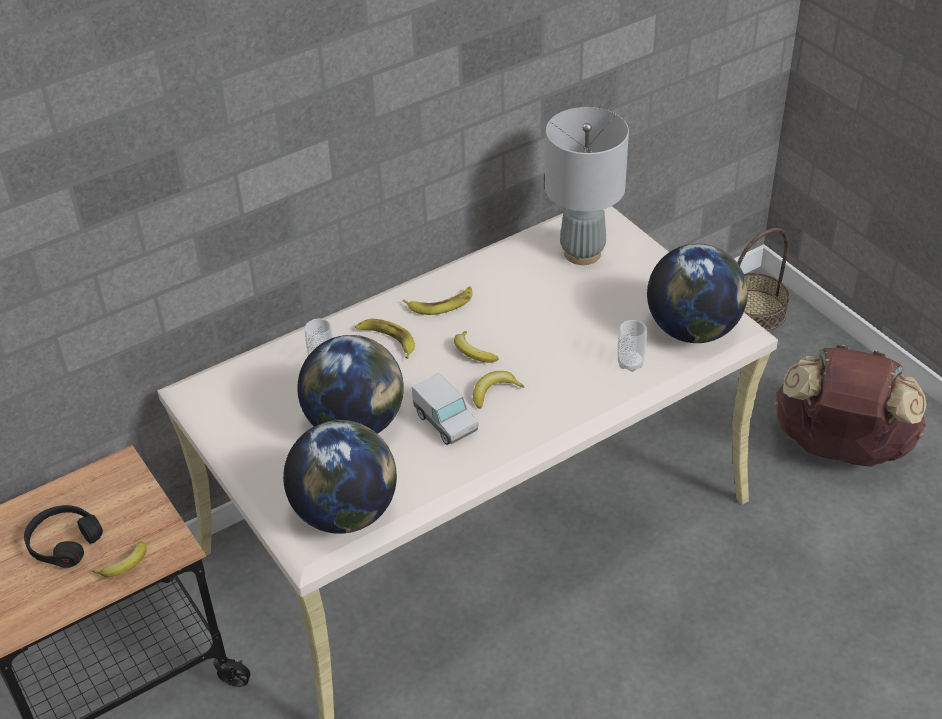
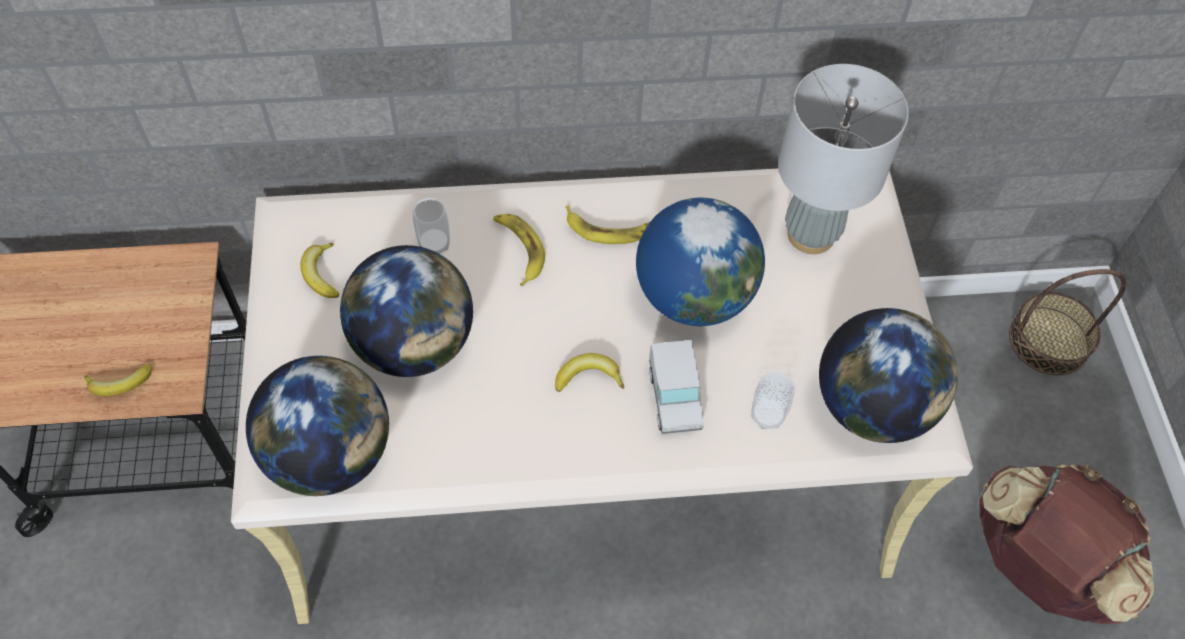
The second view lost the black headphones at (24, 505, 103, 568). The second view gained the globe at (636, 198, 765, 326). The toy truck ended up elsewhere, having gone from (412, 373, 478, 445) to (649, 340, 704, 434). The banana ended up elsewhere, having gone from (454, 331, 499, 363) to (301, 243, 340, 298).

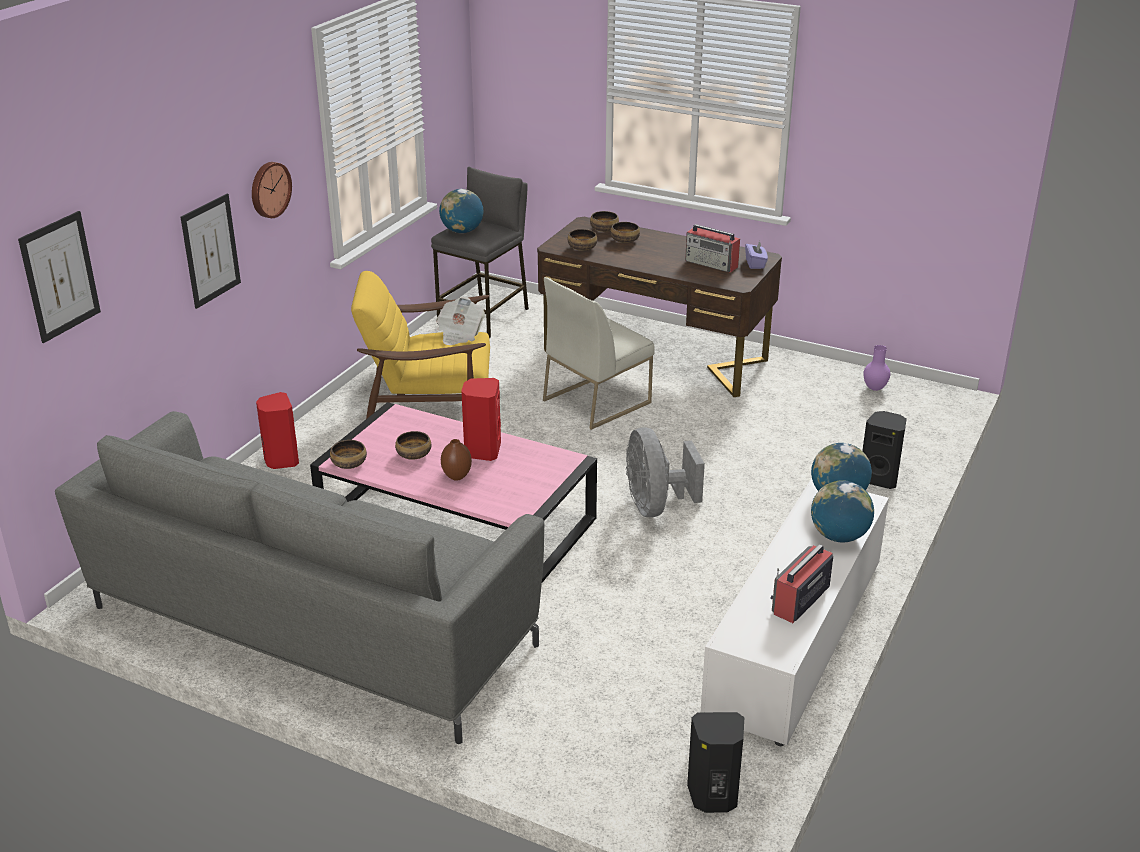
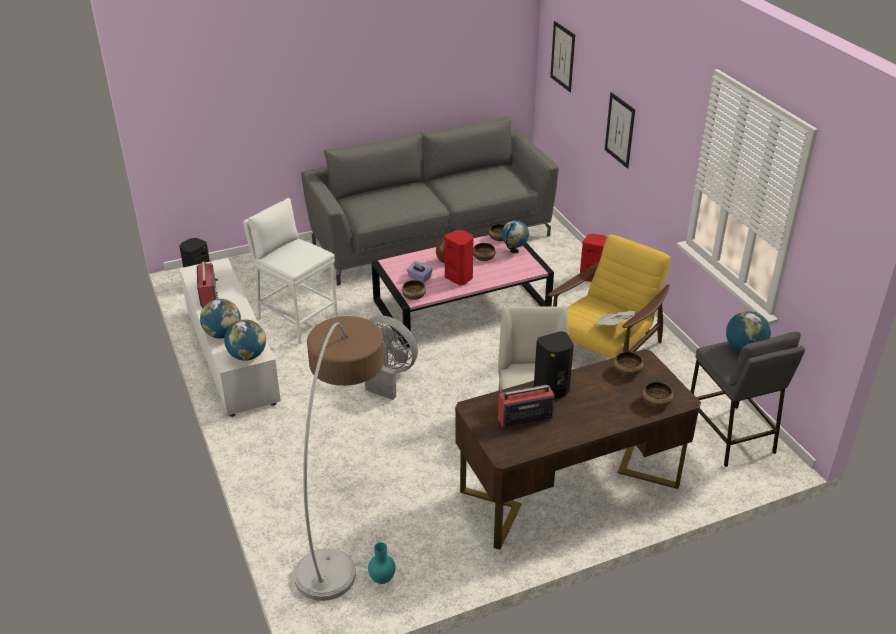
The second view lost the wall clock at (252, 162, 292, 218). The second view gained the white stool at (243, 198, 338, 344). The second view gained the floor lamp at (294, 316, 384, 601). The second view gained the globe at (501, 220, 529, 253). The bowl ended up elsewhere, having gone from (610, 222, 640, 243) to (402, 280, 426, 300). The purple tissue box ended up elsewhere, having gone from (745, 241, 768, 269) to (407, 261, 433, 283). The black speaker ended up elsewhere, having gone from (862, 411, 907, 489) to (534, 331, 574, 399). What was the purple vase at (863, 345, 890, 391) turned into the turquoise vase at (368, 542, 395, 584).

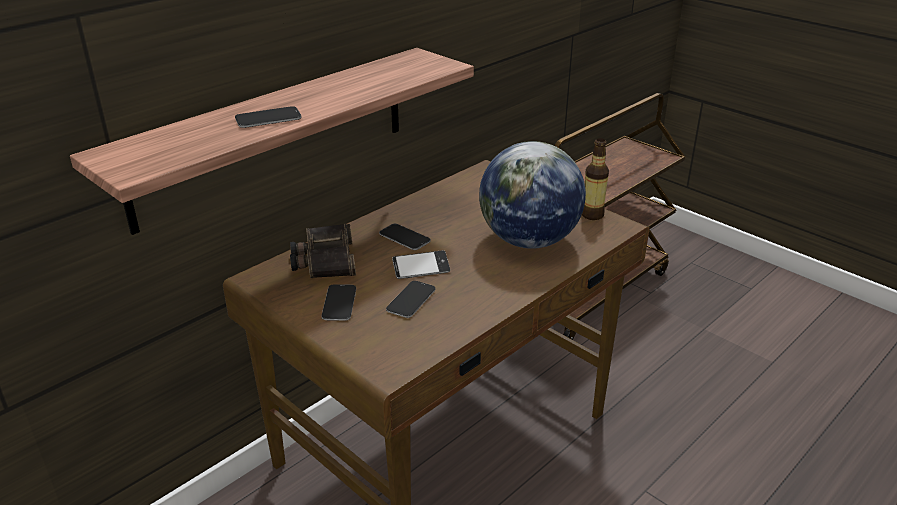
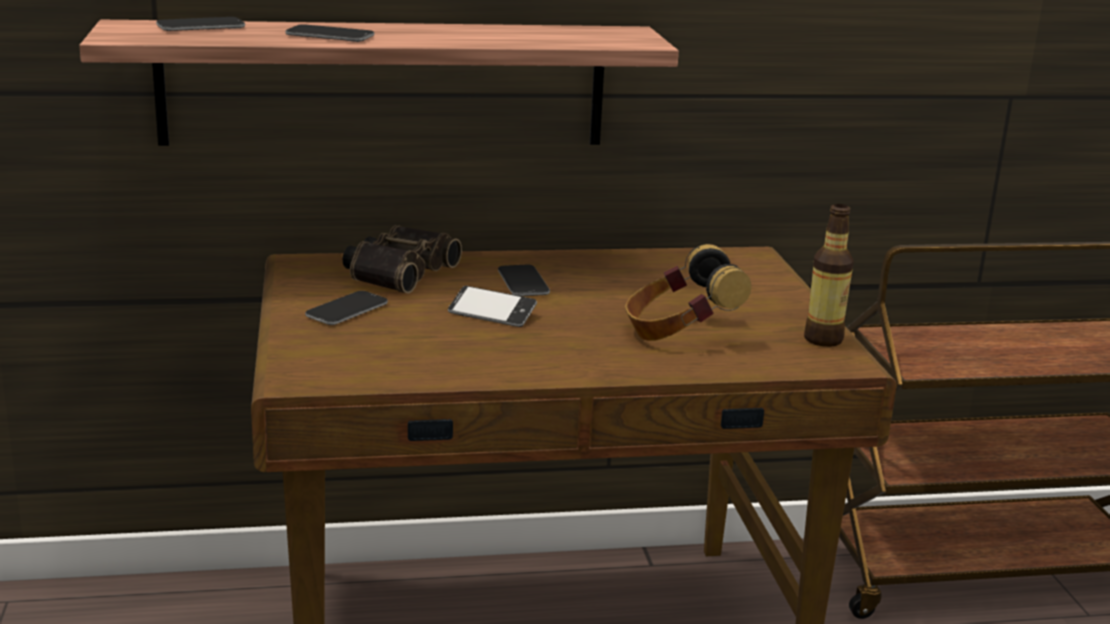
The phone ended up elsewhere, having gone from (386, 281, 436, 318) to (156, 17, 245, 31). Where the globe stood at (479, 141, 586, 249), the headphones came to stand at (625, 244, 751, 341).

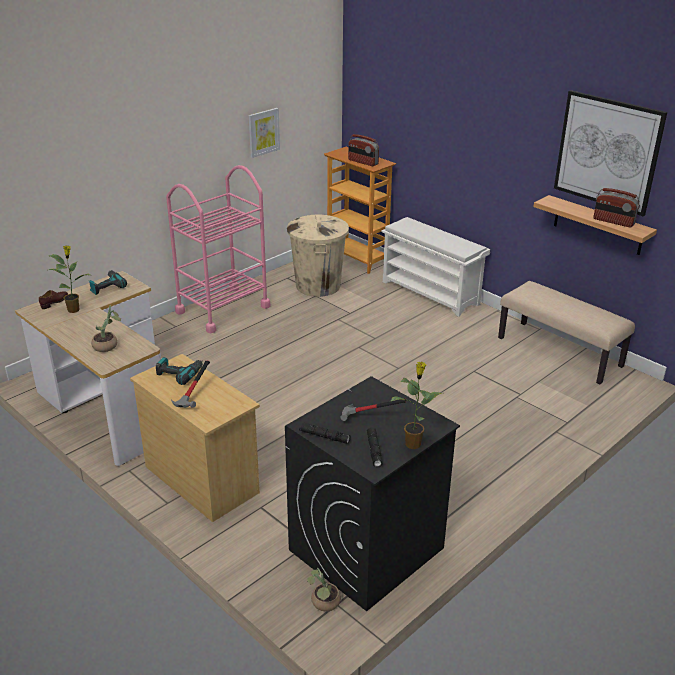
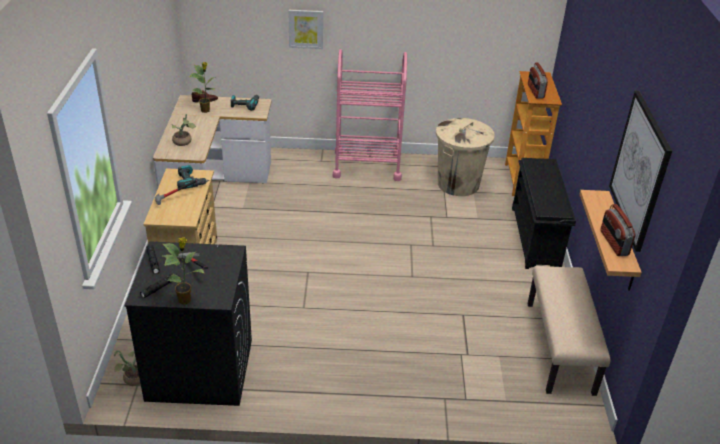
The picture ended up elsewhere, having gone from (248, 108, 280, 158) to (289, 10, 323, 49). What was the white shoe rack at (381, 217, 490, 317) turned into the black shoe rack at (512, 158, 576, 269).

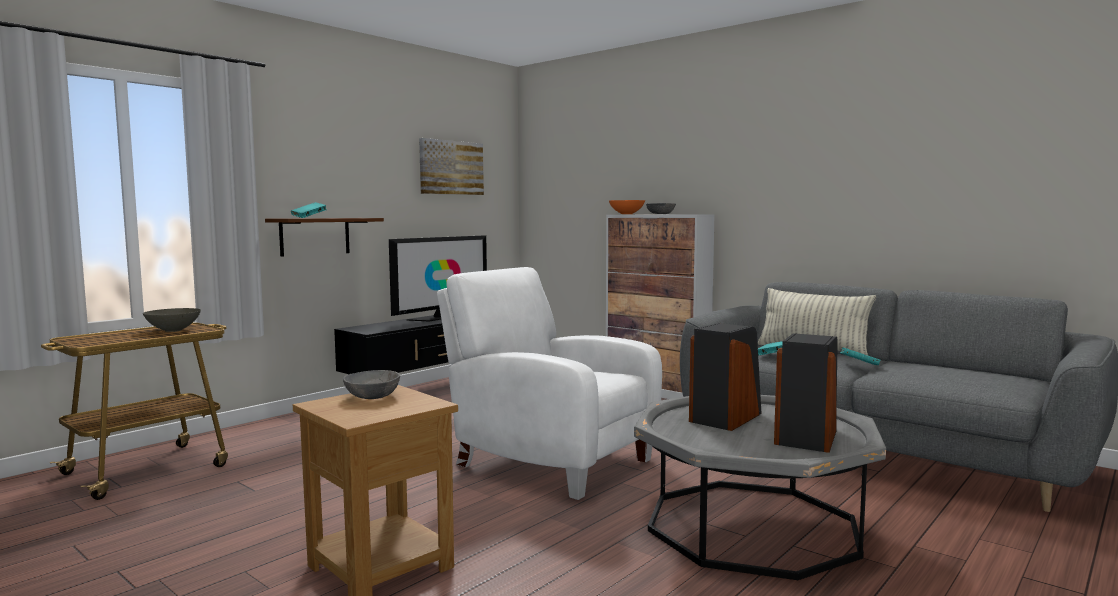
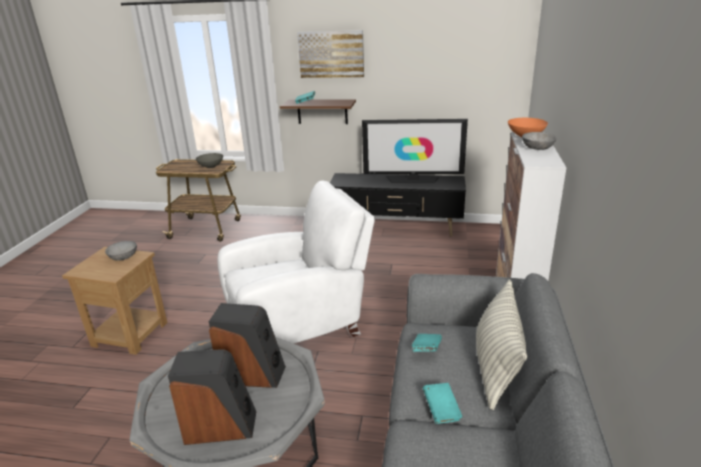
The picture ended up elsewhere, having gone from (419, 138, 484, 195) to (297, 30, 364, 78). The white armchair at (437, 267, 662, 500) ended up facing another way, 60 degrees clockwise from before.

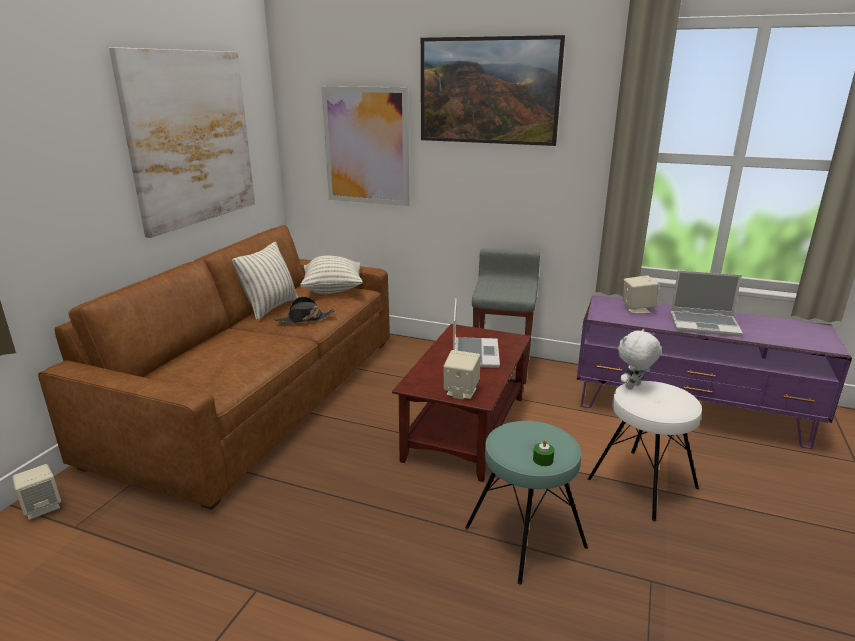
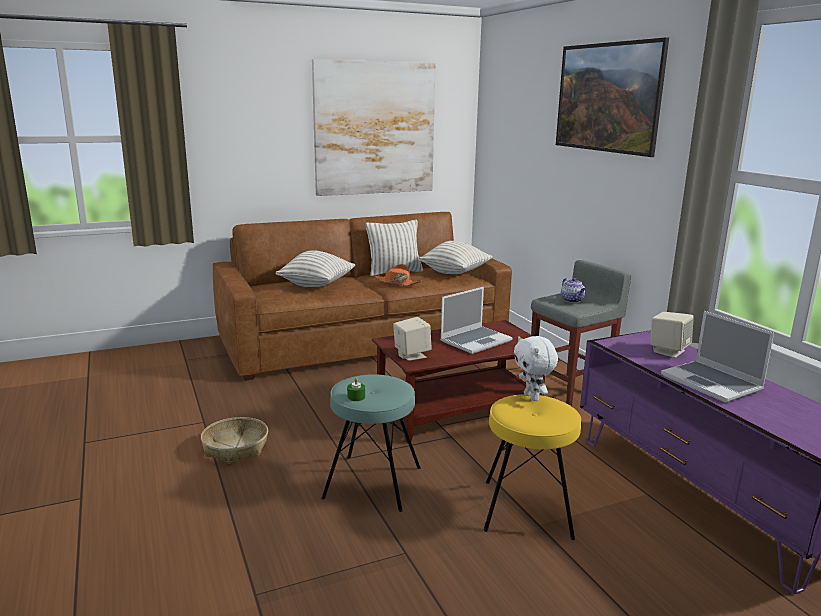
The second view lost the beige speaker at (12, 464, 61, 520). The second view lost the picture at (322, 86, 409, 206). The second view gained the basket at (201, 417, 268, 464). The second view gained the pillow at (276, 250, 355, 287). The second view gained the teapot at (561, 278, 586, 303). What was the black hat at (274, 296, 335, 323) turned into the orange hat at (375, 264, 421, 286). What was the white stool at (588, 381, 702, 521) turned into the yellow stool at (484, 394, 581, 540). The white plush toy at (618, 329, 661, 390) ended up facing another way, 120 degrees counterclockwise from before.

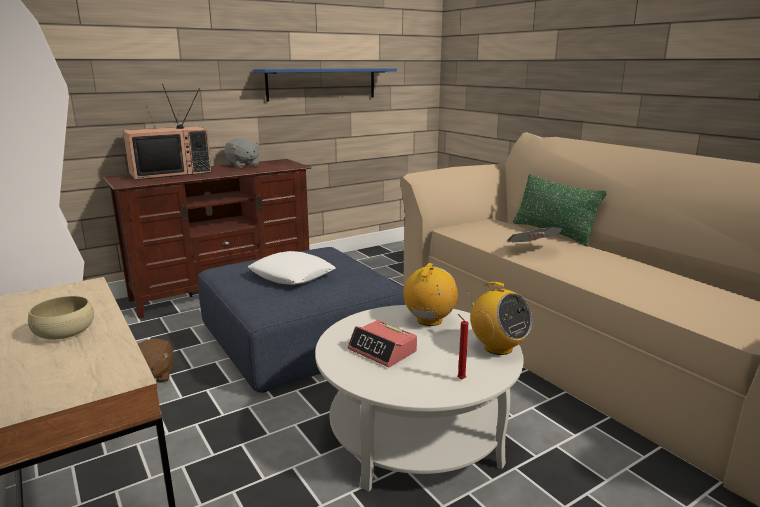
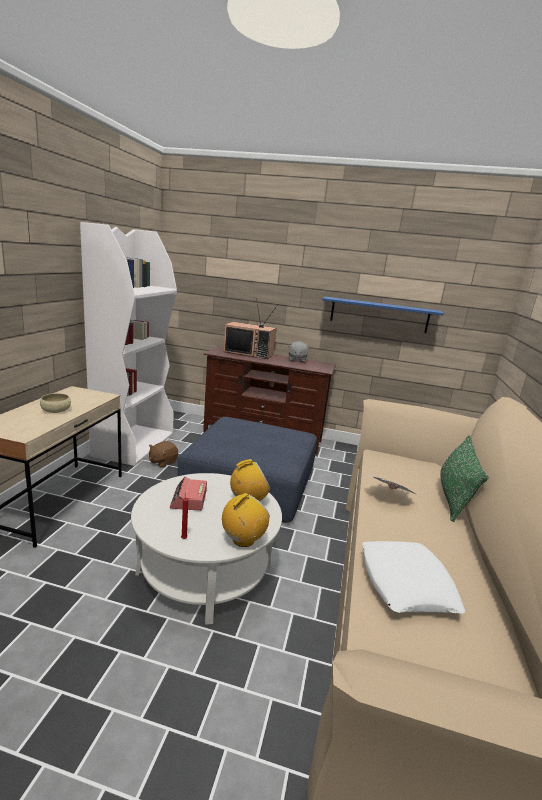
The white pillow ended up elsewhere, having gone from (248, 251, 335, 285) to (362, 541, 465, 614). The radio at (468, 282, 533, 355) ended up facing another way, 150 degrees counterclockwise from before.

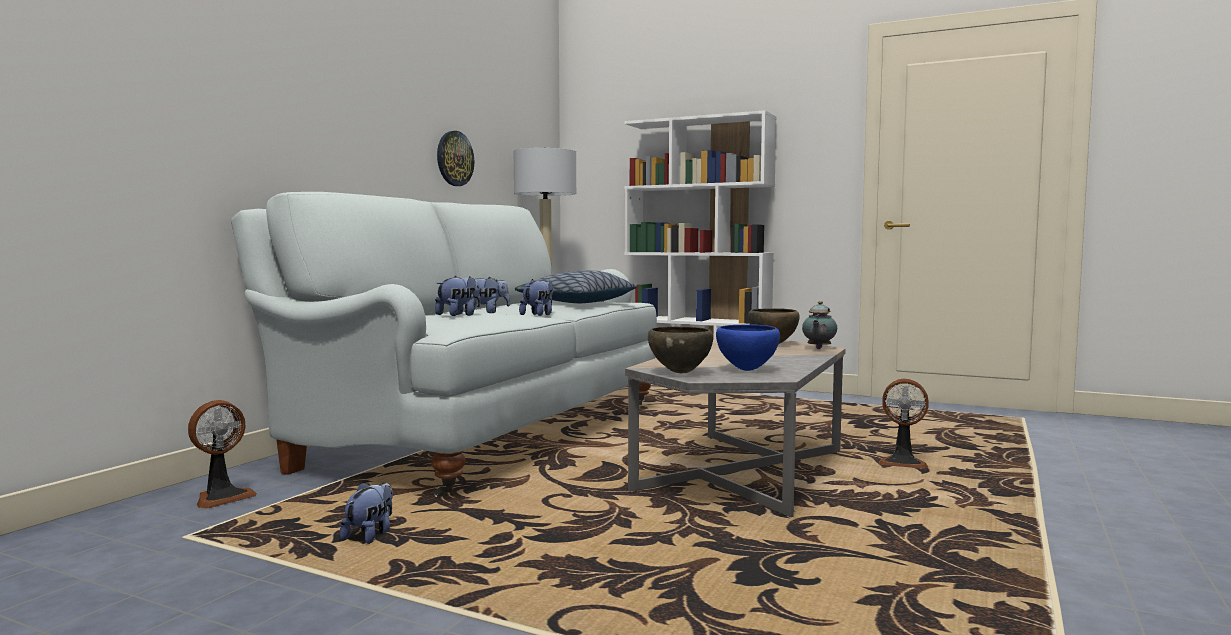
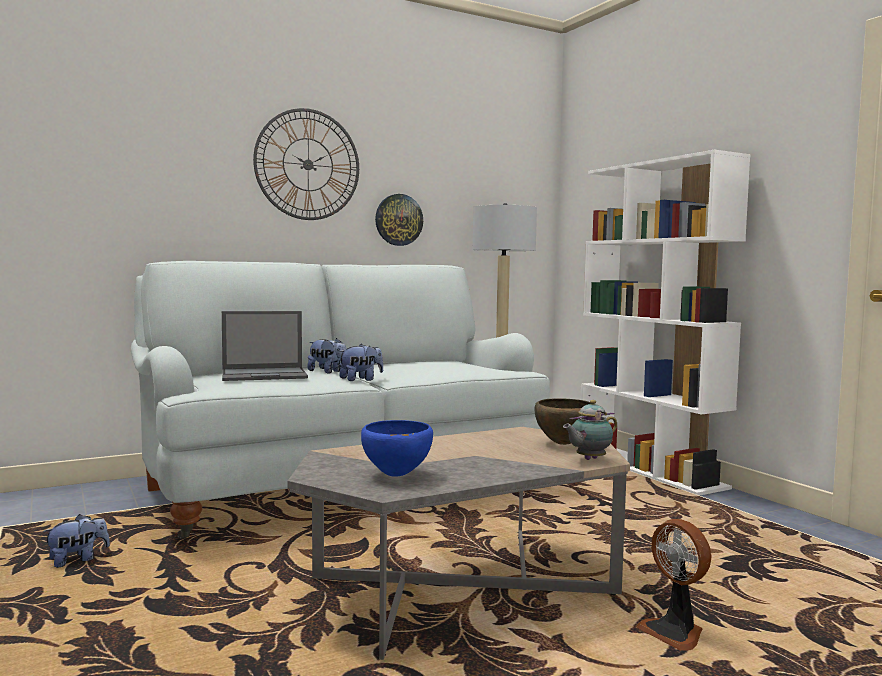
The second view lost the fan at (188, 400, 257, 508). The second view lost the pillow at (515, 270, 637, 303). The second view lost the brown bowl at (648, 326, 713, 373). The second view gained the wall clock at (253, 108, 359, 220). Where the plush toy stood at (435, 276, 480, 316), the laptop came to stand at (222, 311, 308, 381).

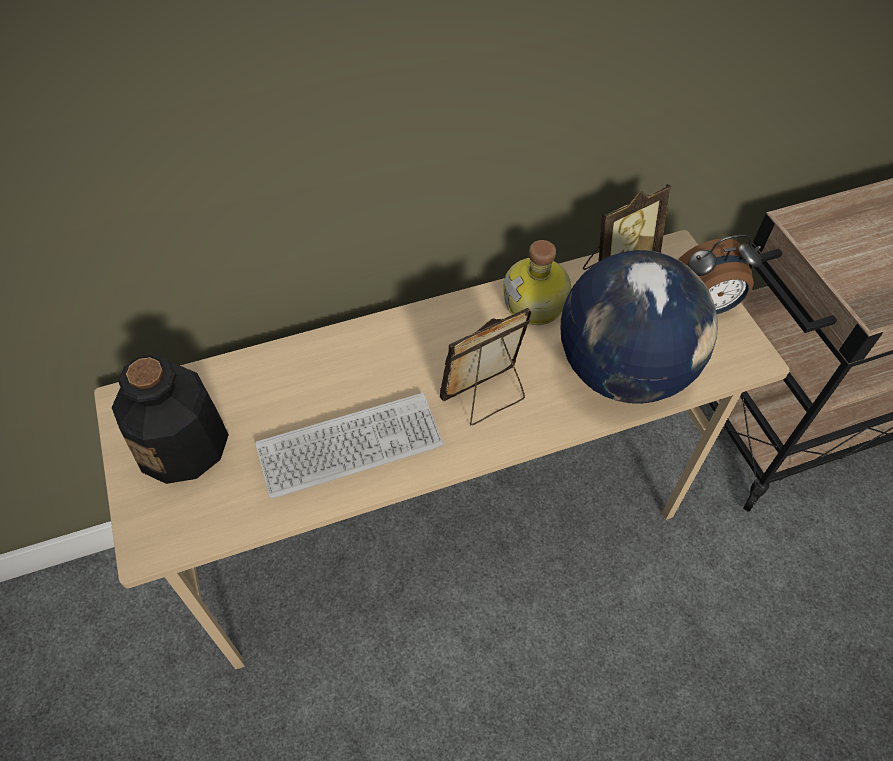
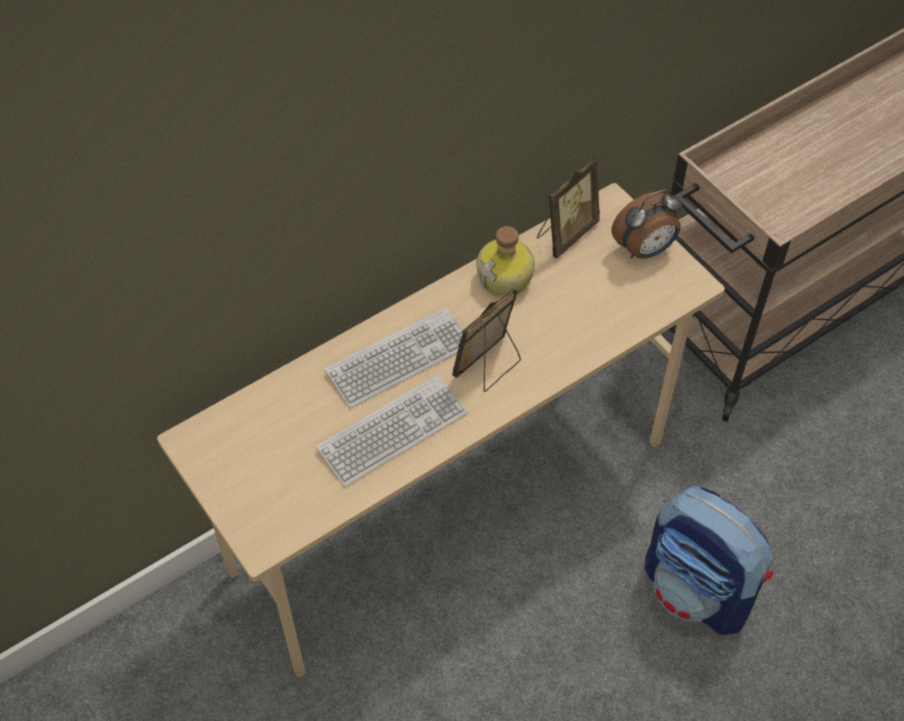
The second view lost the bottle at (112, 354, 229, 484). The second view lost the globe at (561, 250, 718, 404). The second view gained the keyboard at (325, 308, 463, 408). The second view gained the backpack at (645, 485, 774, 635).

